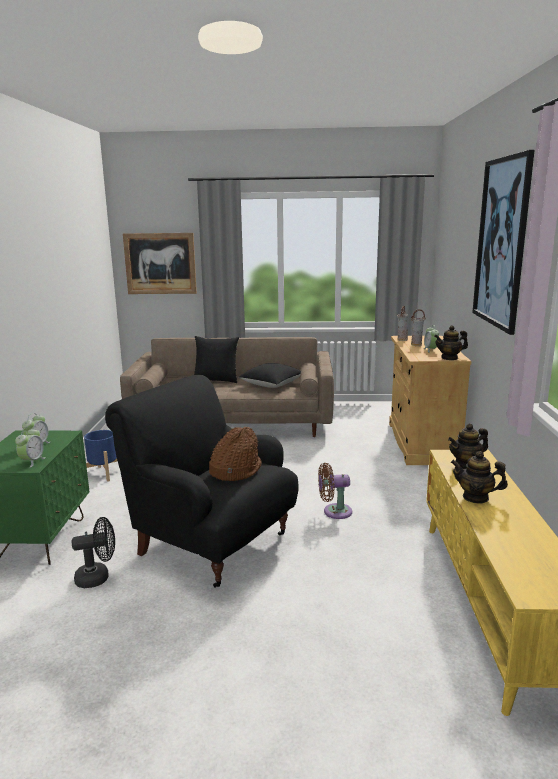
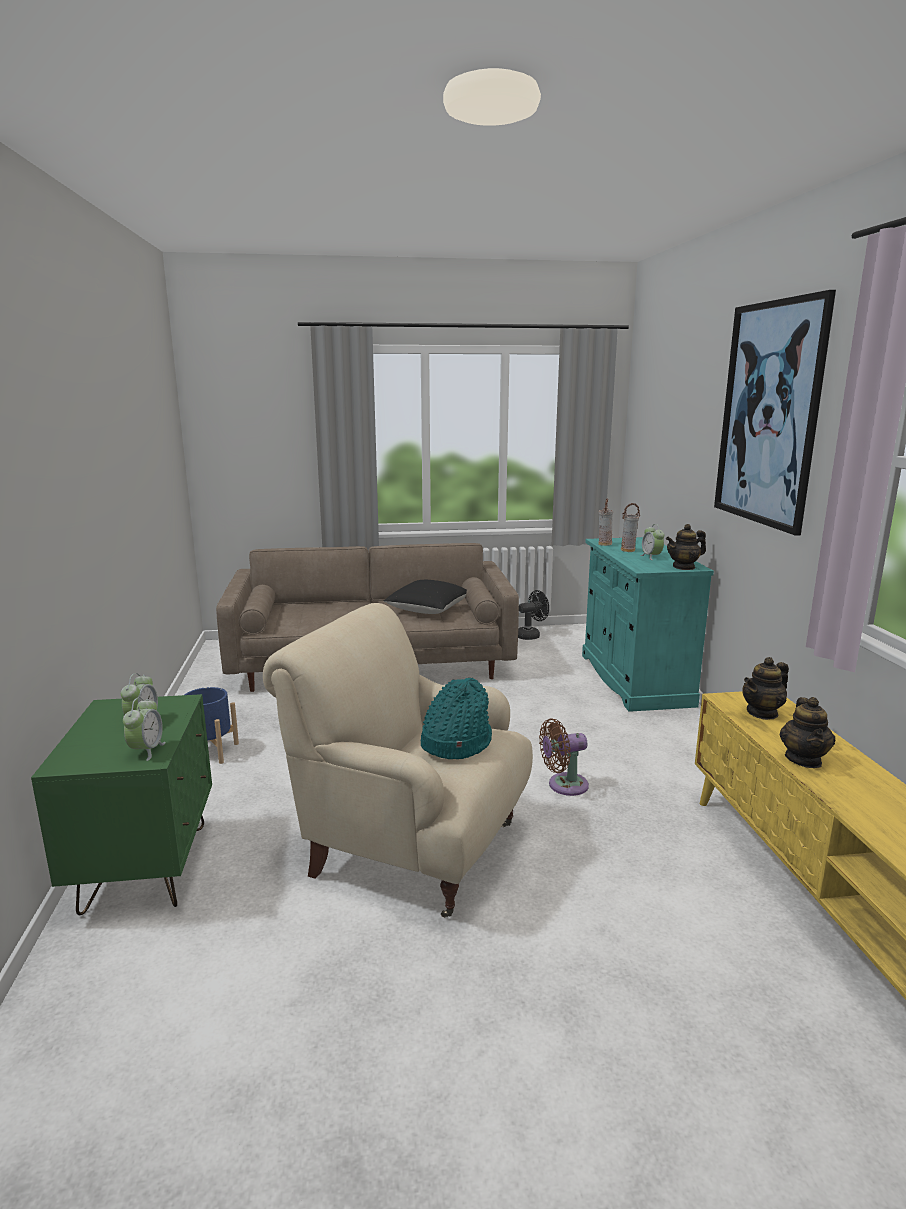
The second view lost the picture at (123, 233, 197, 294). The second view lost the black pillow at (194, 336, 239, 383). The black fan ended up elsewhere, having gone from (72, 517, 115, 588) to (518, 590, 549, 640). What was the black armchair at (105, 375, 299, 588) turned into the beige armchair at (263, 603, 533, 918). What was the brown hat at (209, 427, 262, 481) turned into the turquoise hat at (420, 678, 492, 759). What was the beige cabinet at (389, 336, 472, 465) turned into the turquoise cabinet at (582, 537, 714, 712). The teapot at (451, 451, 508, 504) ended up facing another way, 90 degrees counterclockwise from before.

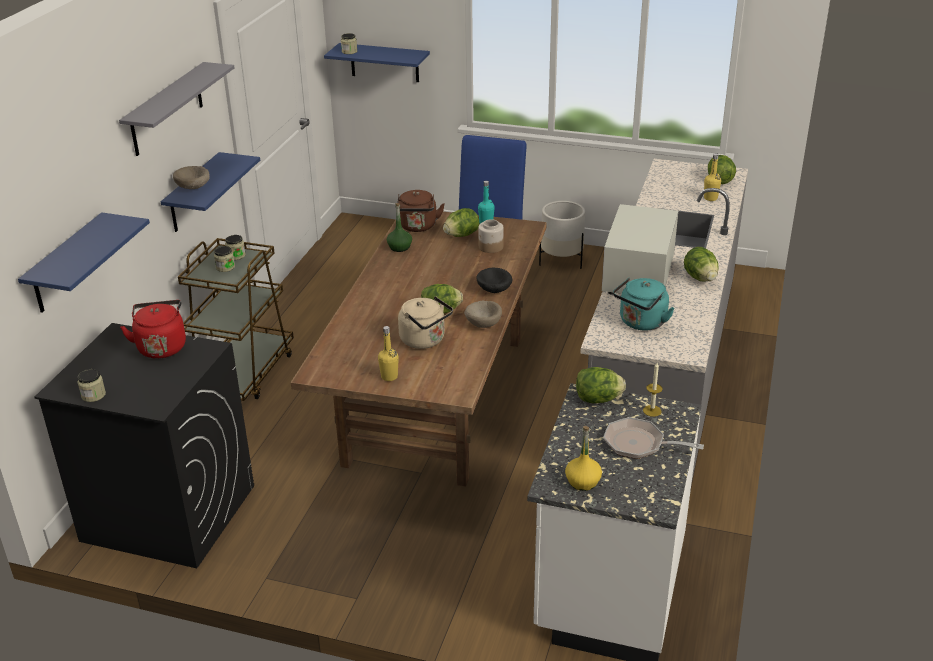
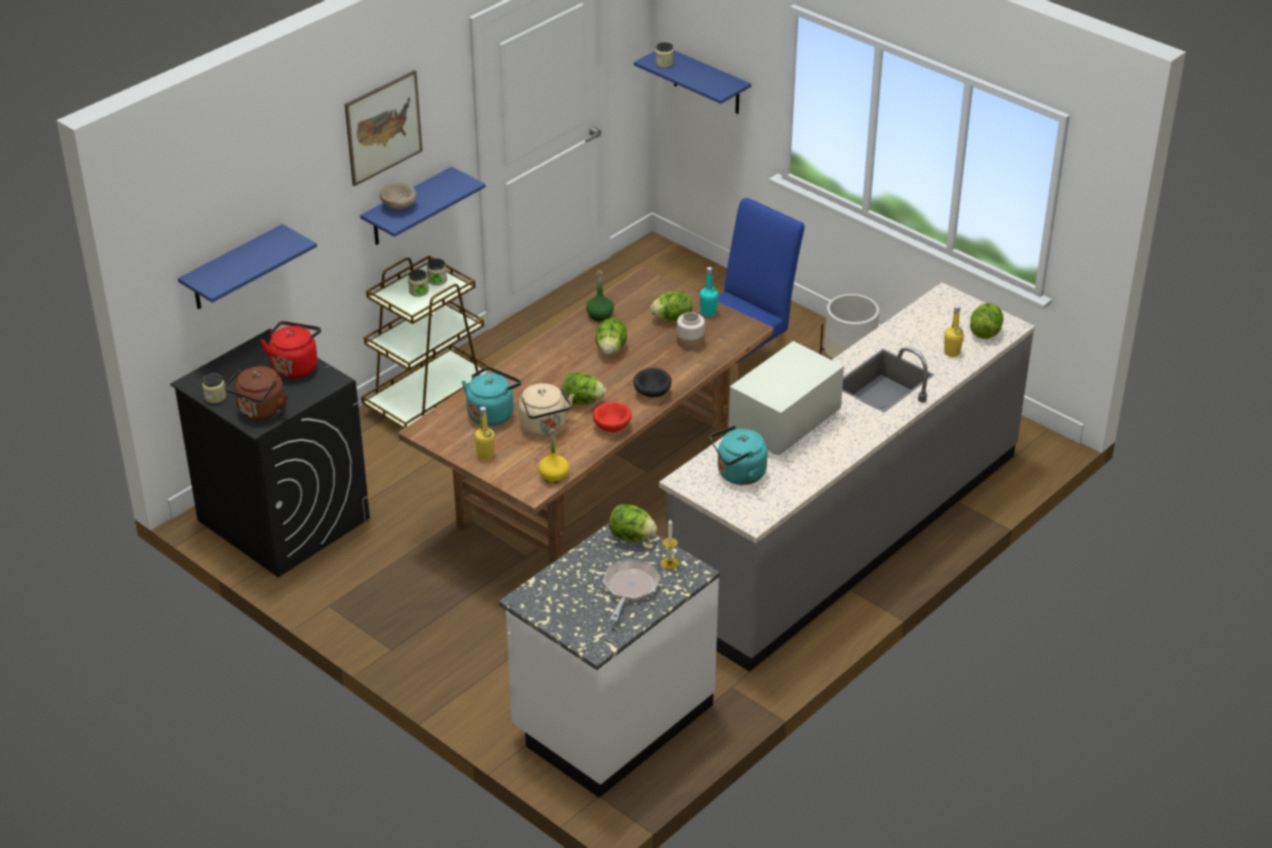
The second view gained the turquoise kettle at (462, 367, 521, 426). The brown kettle ended up elsewhere, having gone from (397, 190, 445, 232) to (225, 366, 288, 420). The yellow bottle ended up elsewhere, having gone from (565, 426, 602, 491) to (538, 429, 569, 483). The lettuce ended up elsewhere, having gone from (684, 247, 719, 281) to (595, 318, 627, 355). Where the grey shelf hung at (119, 62, 235, 156), the picture came to hang at (345, 70, 423, 186). What was the beige bowl at (464, 301, 502, 328) turned into the red bowl at (593, 402, 632, 432). The frying pan at (603, 417, 704, 459) ended up facing another way, 60 degrees clockwise from before.

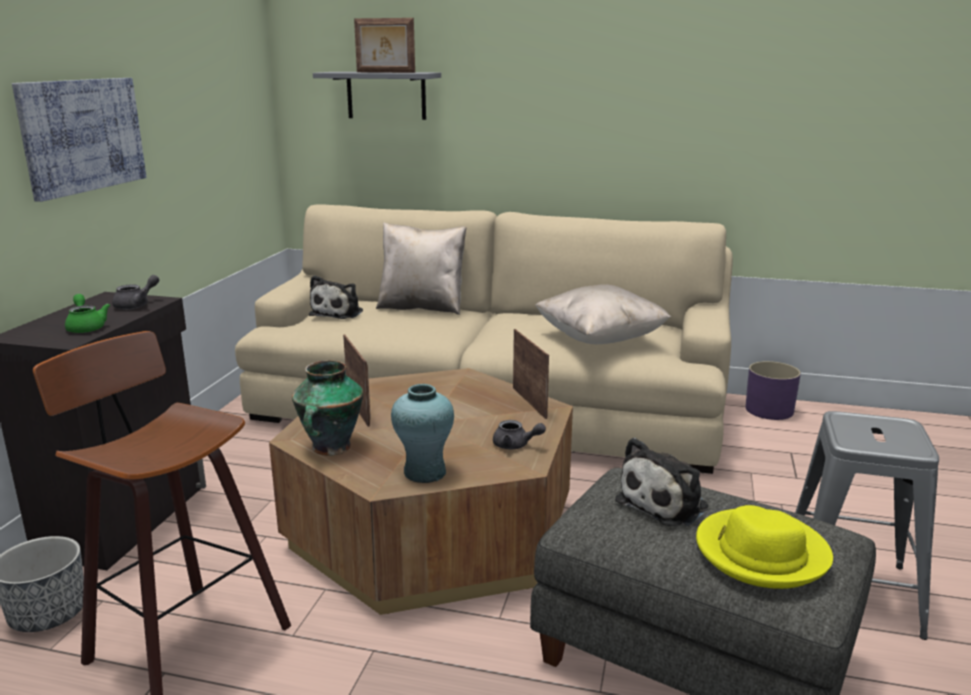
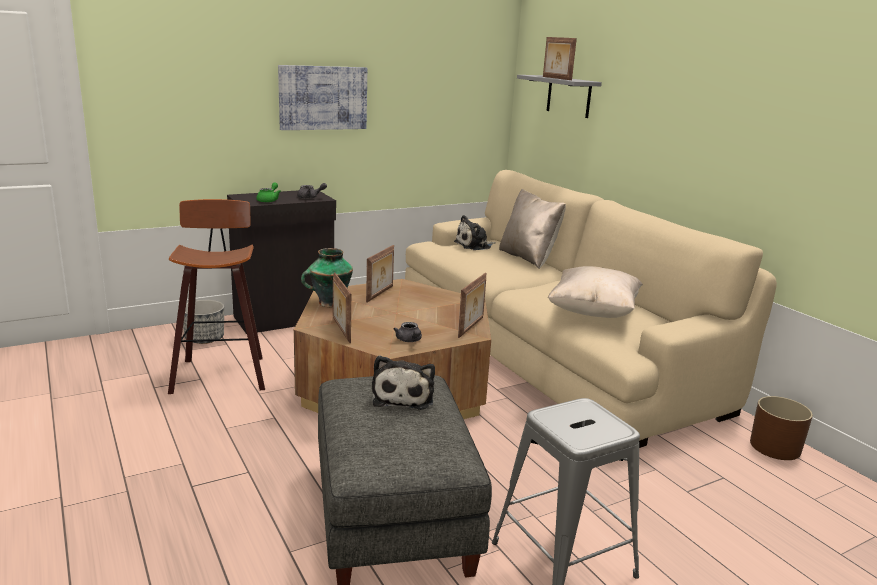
The second view lost the yellow hat at (696, 505, 833, 589). Where the turquoise vase stood at (391, 384, 454, 483), the picture frame came to stand at (333, 273, 351, 343). What was the purple planter at (746, 361, 801, 420) turned into the brown planter at (750, 396, 813, 460). The plush toy at (615, 438, 708, 527) ended up facing another way, 90 degrees counterclockwise from before.

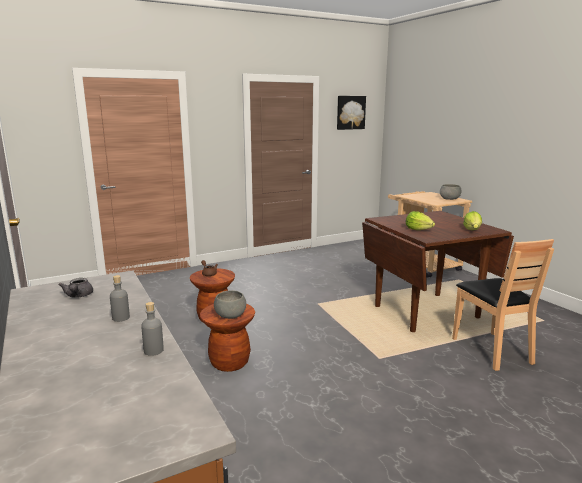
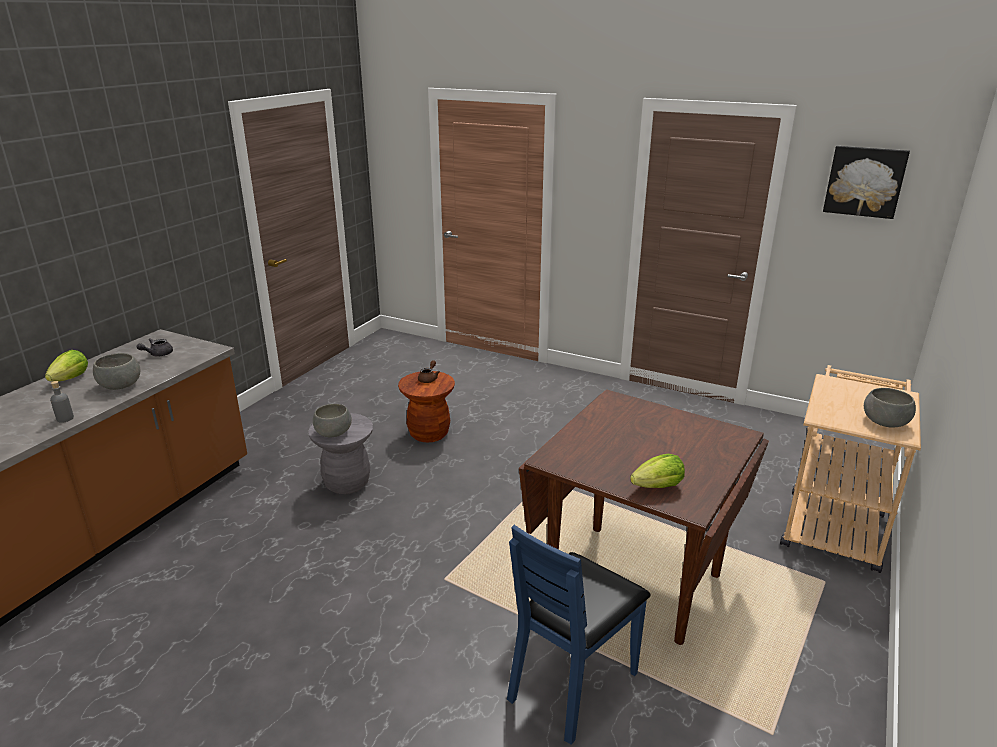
The lettuce ended up elsewhere, having gone from (406, 211, 435, 230) to (45, 350, 88, 382). Where the grey bottle stood at (110, 275, 130, 322), the grey bowl came to stand at (93, 353, 140, 390). What was the brown stool at (200, 304, 255, 372) turned into the grey stool at (308, 413, 373, 494). What was the brown chair at (452, 239, 554, 371) turned into the blue chair at (507, 525, 651, 745).

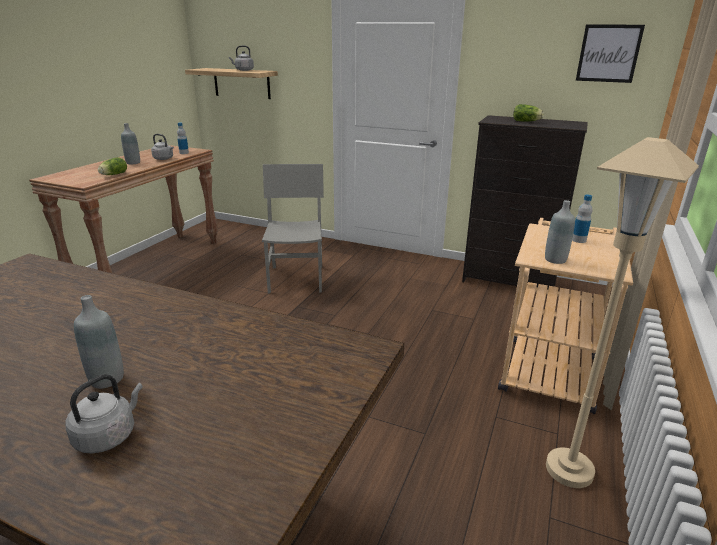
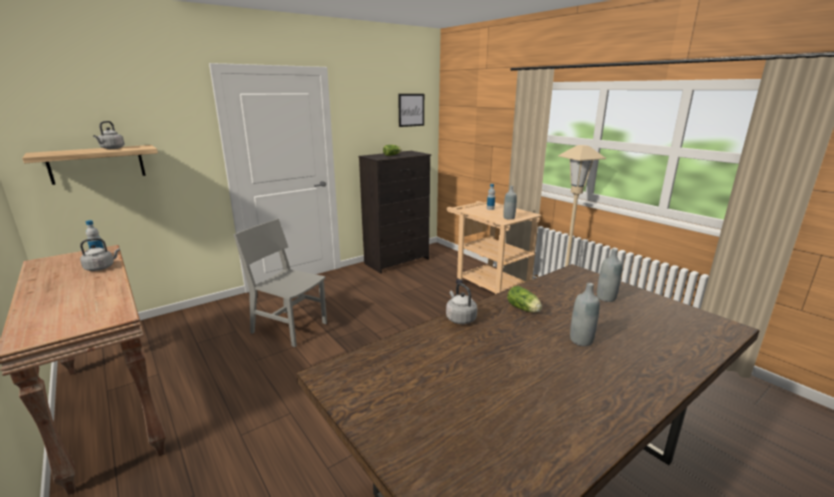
The grey kettle ended up elsewhere, having gone from (65, 374, 143, 453) to (446, 283, 477, 324). The lettuce ended up elsewhere, having gone from (98, 157, 127, 175) to (507, 286, 542, 312). The grey bottle ended up elsewhere, having gone from (121, 123, 140, 164) to (597, 249, 622, 302).

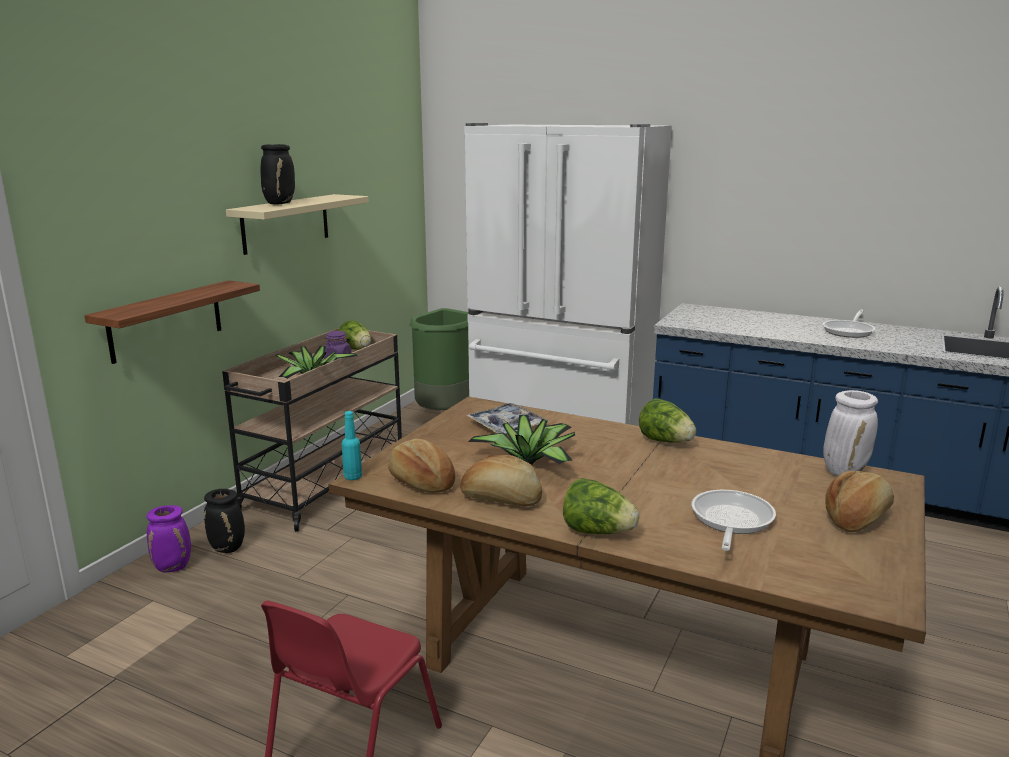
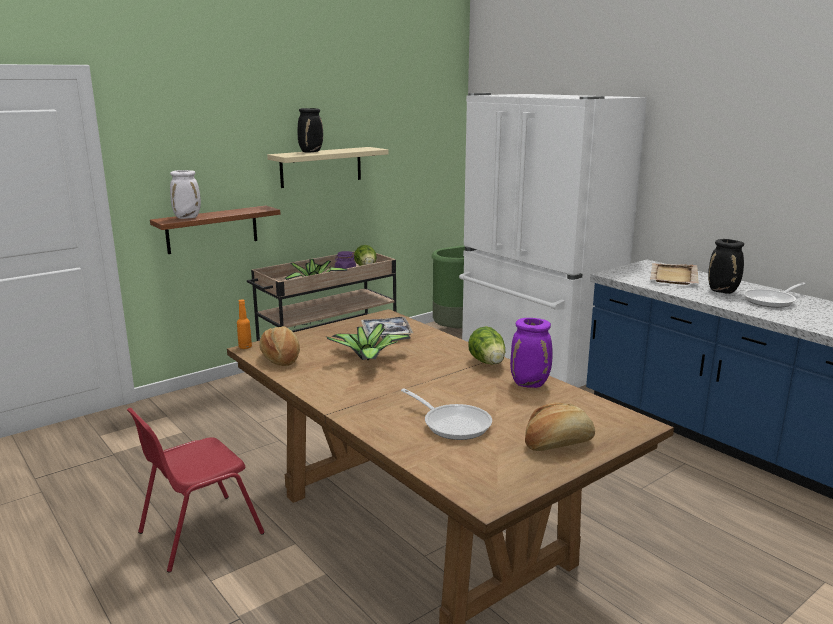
The second view lost the bread at (460, 455, 542, 507). The second view lost the lettuce at (563, 478, 639, 534). The second view gained the beige tray at (650, 263, 699, 285). The purple vase ended up elsewhere, having gone from (147, 505, 191, 572) to (510, 318, 553, 388). The black vase ended up elsewhere, having gone from (204, 489, 245, 553) to (708, 239, 744, 294). The white vase ended up elsewhere, having gone from (823, 390, 878, 476) to (170, 170, 201, 219). What was the turquoise bottle at (342, 411, 362, 480) turned into the orange bottle at (237, 299, 252, 349). The frying pan at (691, 490, 776, 551) ended up facing another way, 90 degrees clockwise from before.

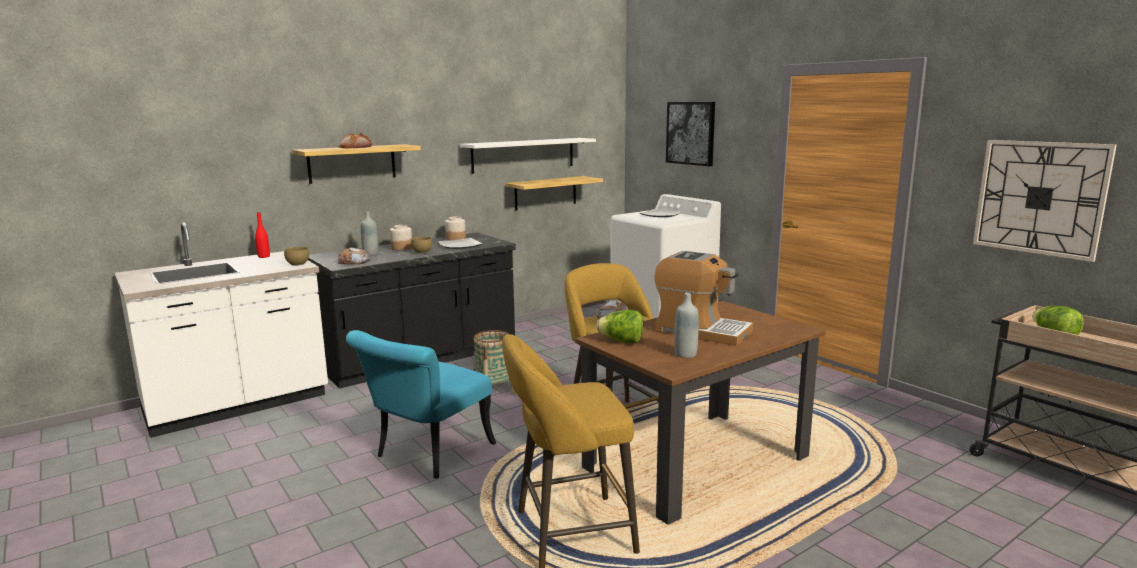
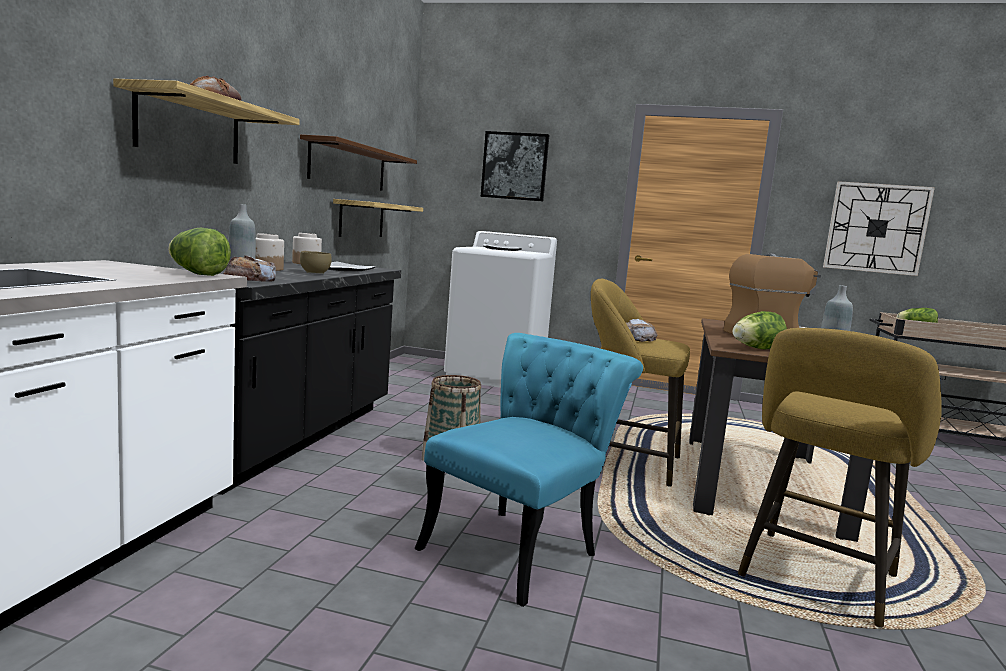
The second view lost the red bottle at (255, 212, 270, 258). Where the brown bowl stood at (284, 247, 309, 266), the lettuce came to stand at (168, 228, 231, 276). What was the white shelf at (460, 138, 596, 174) turned into the brown shelf at (300, 134, 417, 191). The turquoise chair at (346, 330, 496, 478) ended up facing another way, 135 degrees counterclockwise from before.

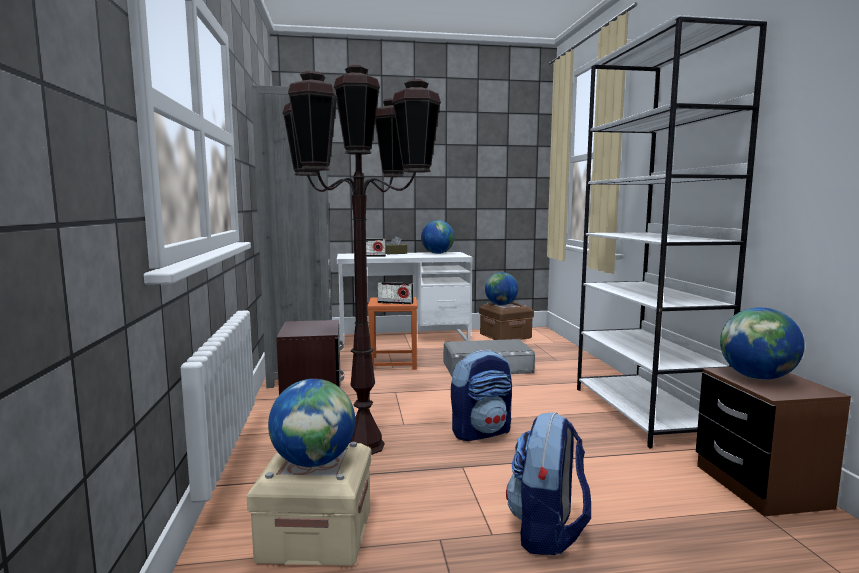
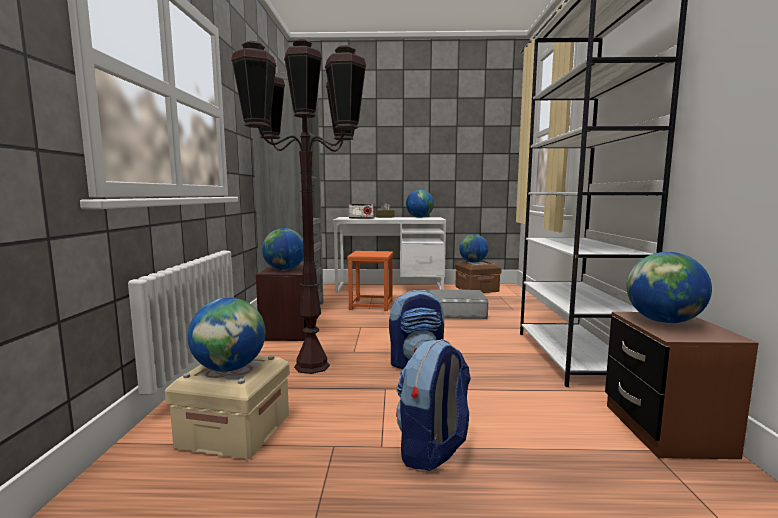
The second view lost the radio at (377, 282, 413, 305). The second view gained the globe at (262, 228, 304, 270).

